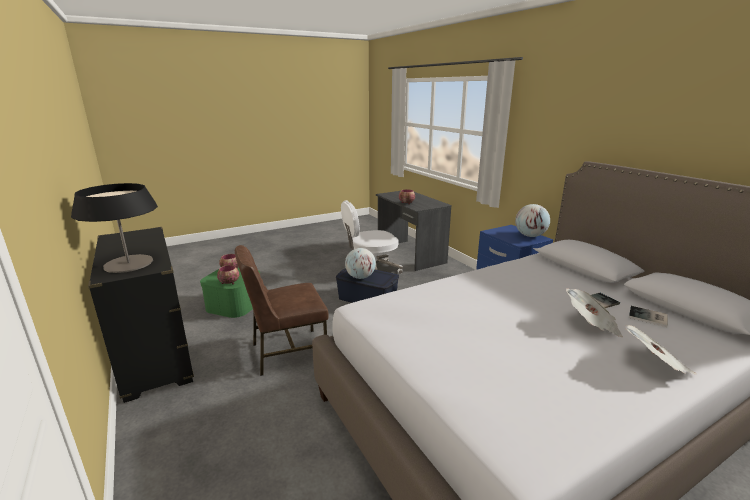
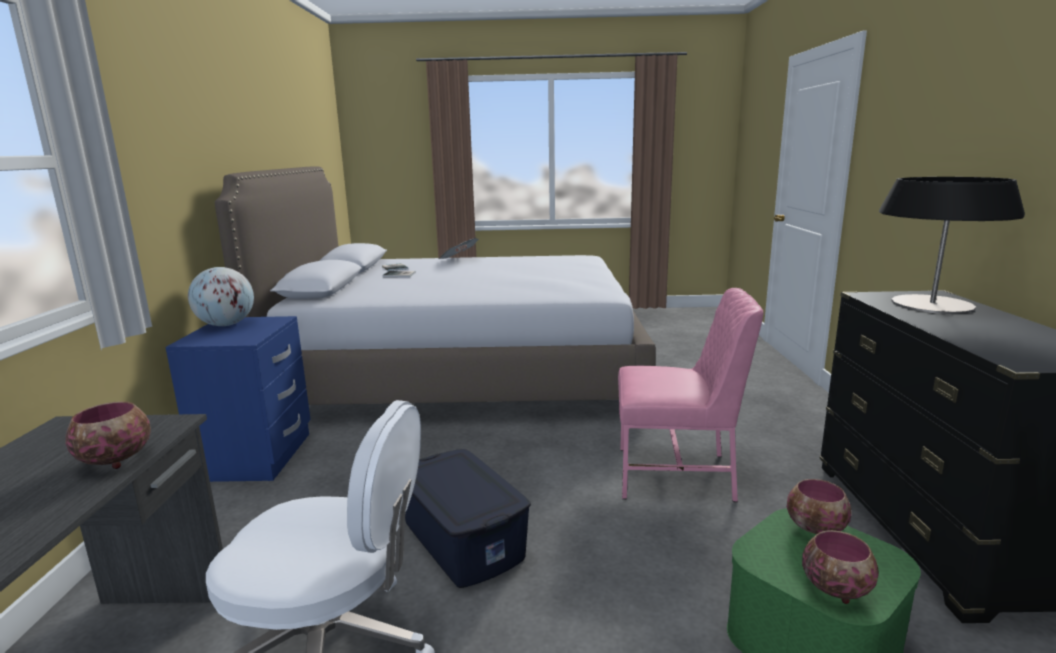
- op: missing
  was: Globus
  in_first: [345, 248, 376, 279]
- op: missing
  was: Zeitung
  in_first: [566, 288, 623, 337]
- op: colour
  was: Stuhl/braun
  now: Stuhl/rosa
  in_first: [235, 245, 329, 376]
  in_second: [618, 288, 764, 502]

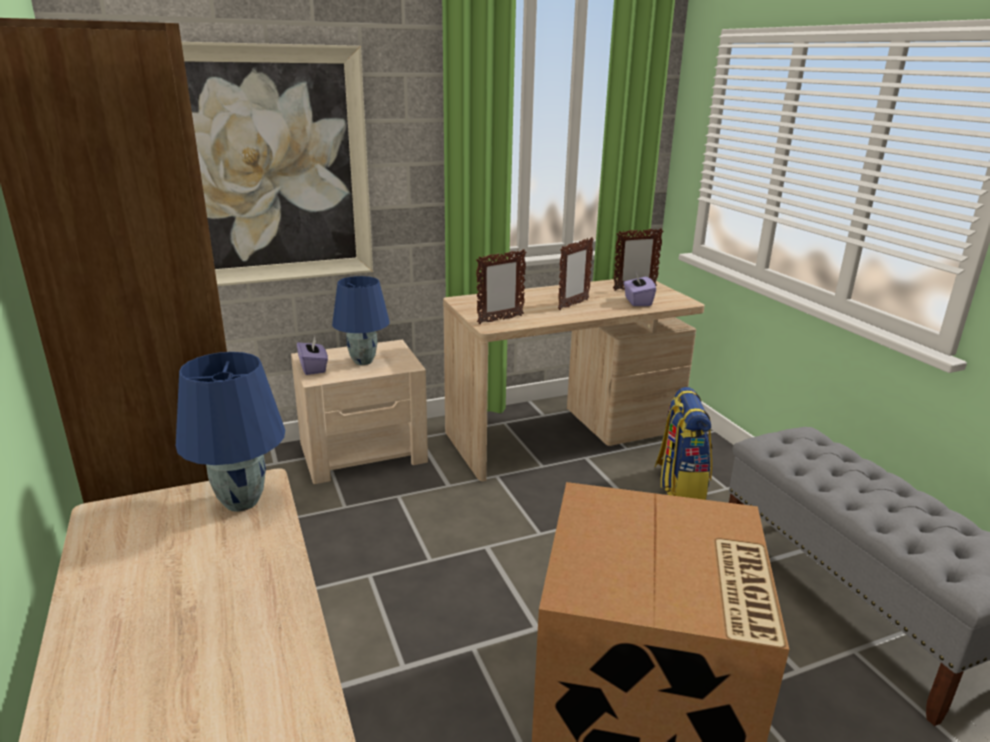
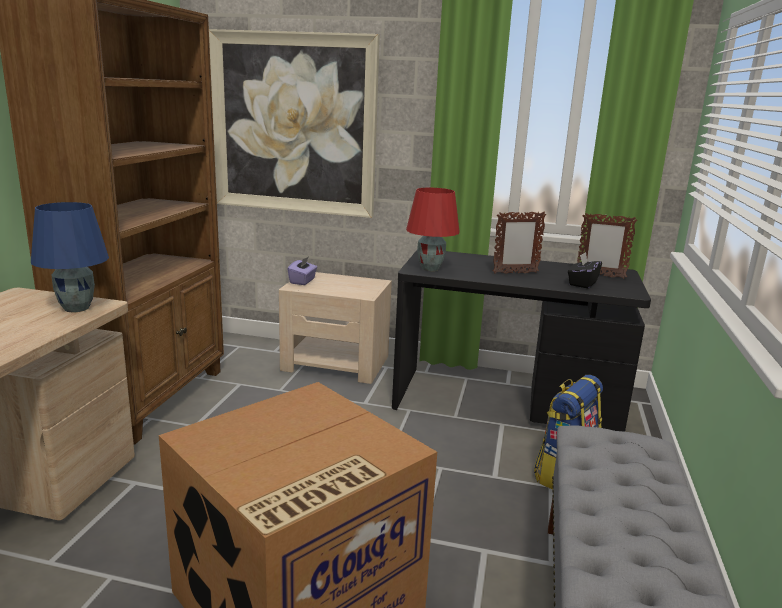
- op: missing
  was: Tischlampe/blau
  in_first: [332, 276, 389, 365]
- op: exchanged
  was: Bilderrahmen
  now: Tischlampe/rot
  in_first: [476, 249, 526, 324]
  in_second: [406, 187, 460, 271]
- op: colour
  was: Schreibtisch/beige
  now: Schreibtisch/schwarz
  in_first: [443, 279, 705, 481]
  in_second: [392, 250, 651, 432]
- op: colour
  was: Taschentuchbox/lila
  now: Taschentuchbox/schwarz
  in_first: [623, 271, 656, 306]
  in_second: [568, 252, 602, 288]

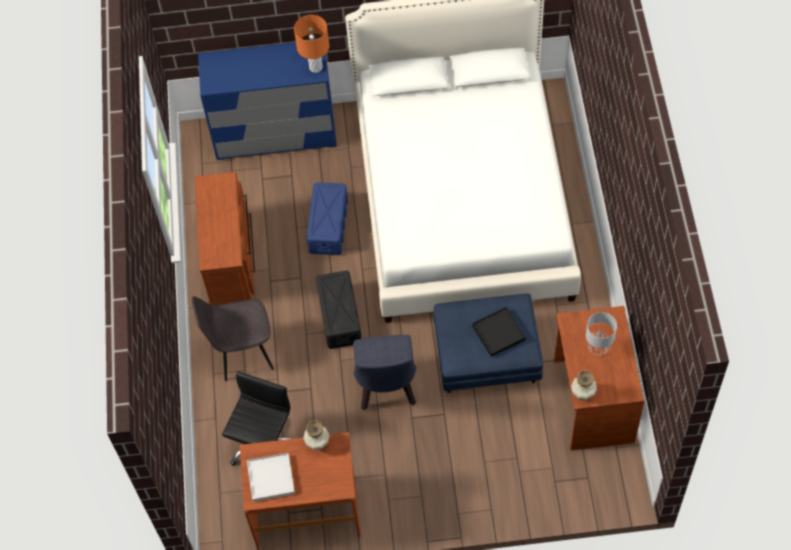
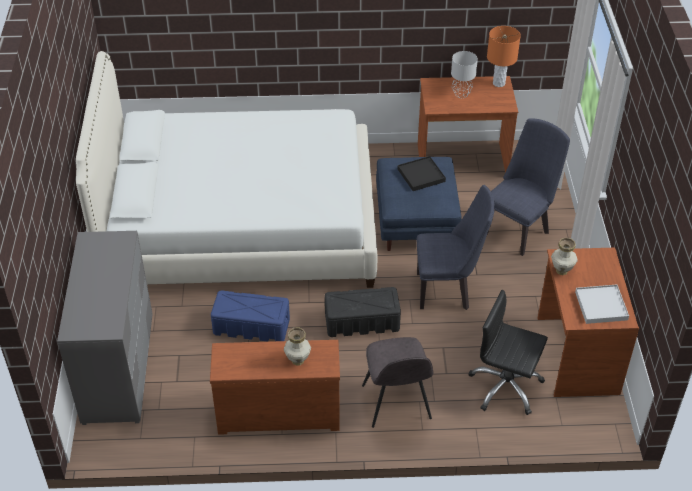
- op: appeared
  now: Stuhl/blau
  in_second: [487, 118, 570, 256]
- op: relocated
  was: Tischlampe/orange
  in_first: [294, 15, 329, 73]
  in_second: [487, 26, 521, 87]
- op: relocated
  was: Vase
  in_first: [571, 370, 597, 400]
  in_second: [284, 327, 311, 366]
- op: colour
  was: Kommode/blau
  now: Kommode/grau
  in_first: [198, 42, 337, 160]
  in_second: [57, 231, 153, 425]

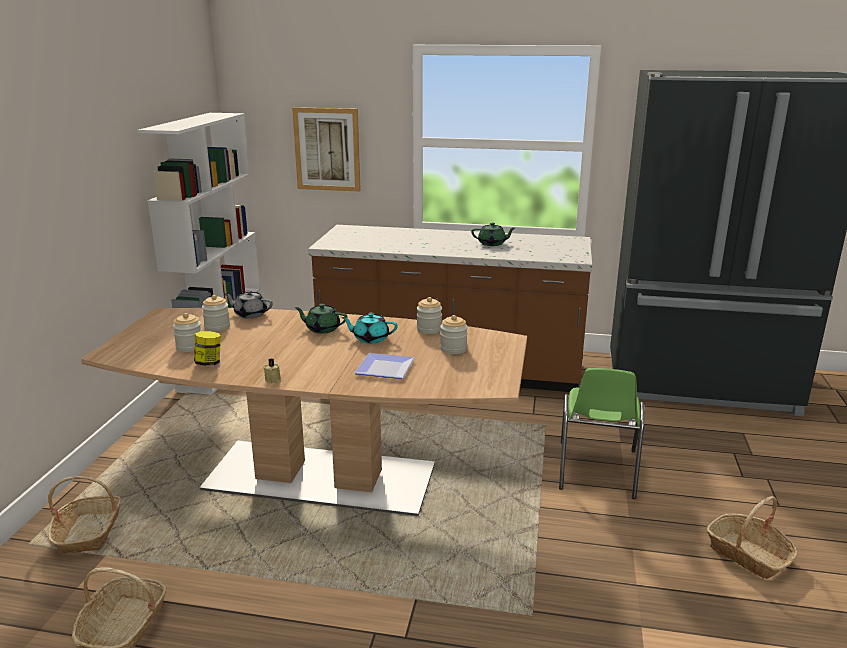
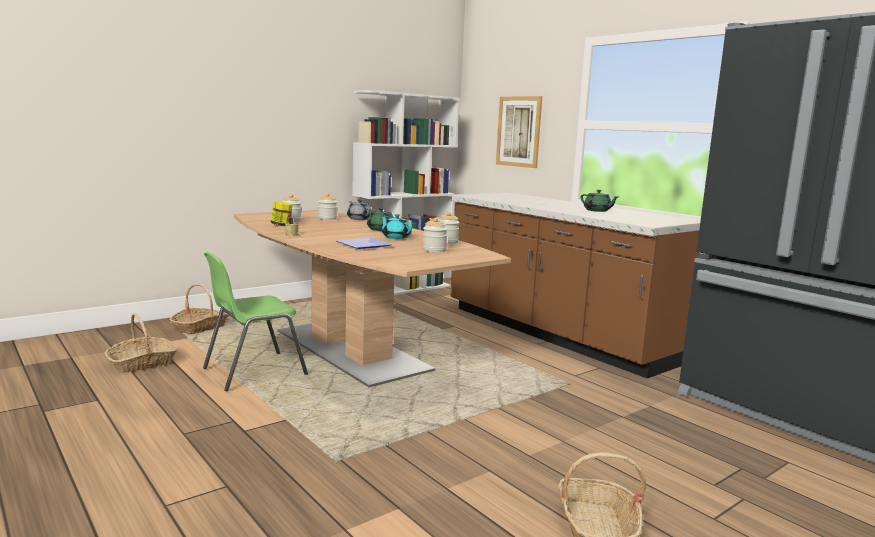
- op: relocated
  was: Stuhl/grün
  in_first: [559, 368, 645, 499]
  in_second: [203, 252, 308, 391]

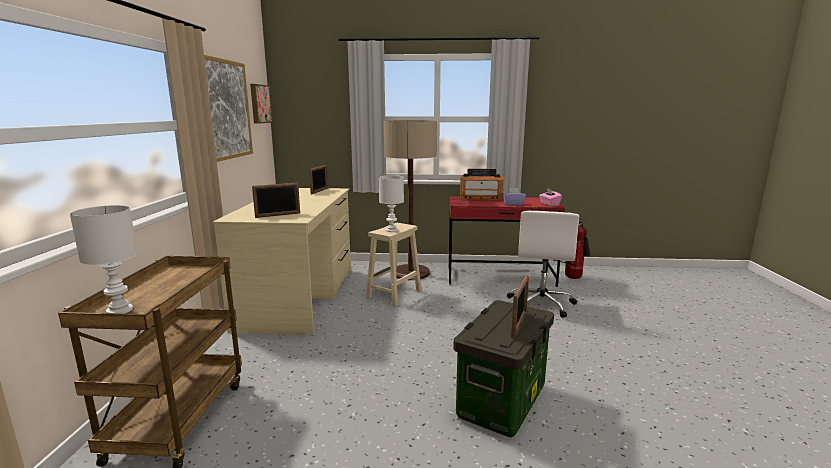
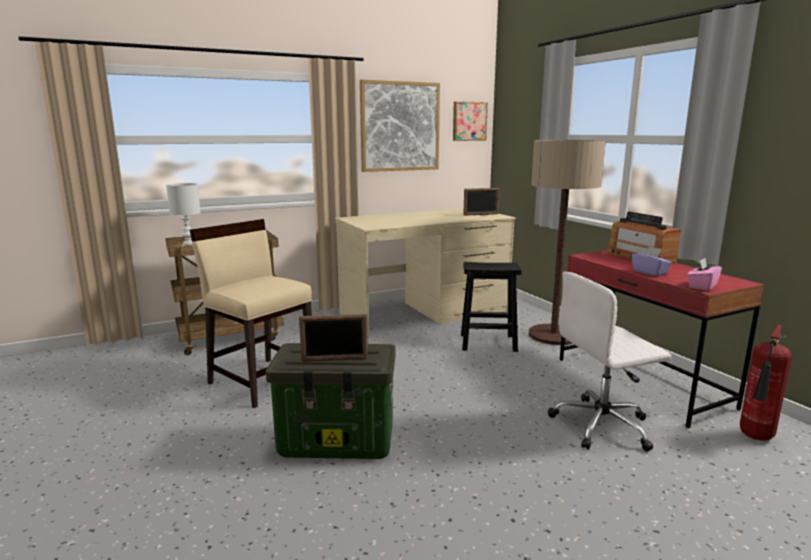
- op: missing
  was: Bilderrahmen
  in_first: [252, 183, 300, 218]
- op: missing
  was: Tischlampe/weiß
  in_first: [378, 175, 404, 232]
- op: appeared
  now: Stuhl/beige
  in_second: [190, 219, 312, 408]
- op: colour
  was: Hocker/beige
  now: Hocker/schwarz
  in_first: [366, 223, 422, 307]
  in_second: [461, 262, 522, 352]

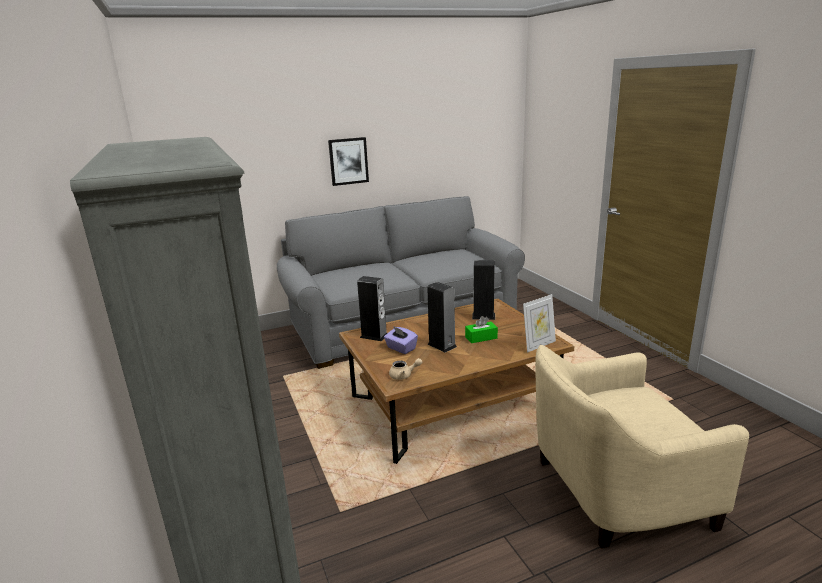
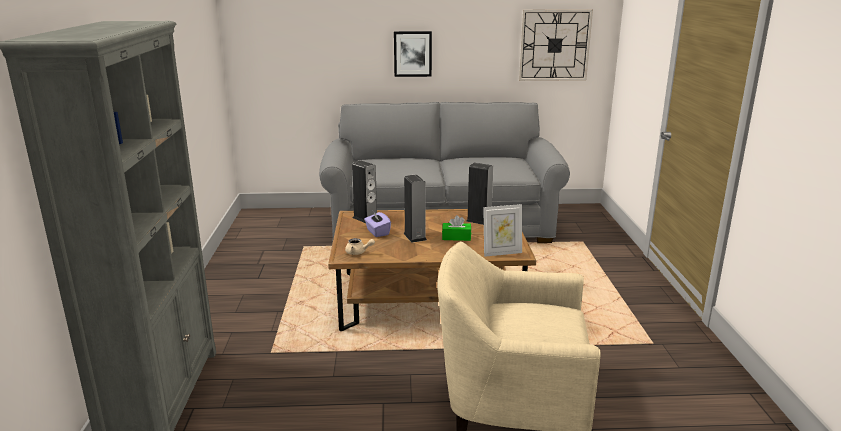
- op: appeared
  now: Wanduhr
  in_second: [519, 9, 593, 81]

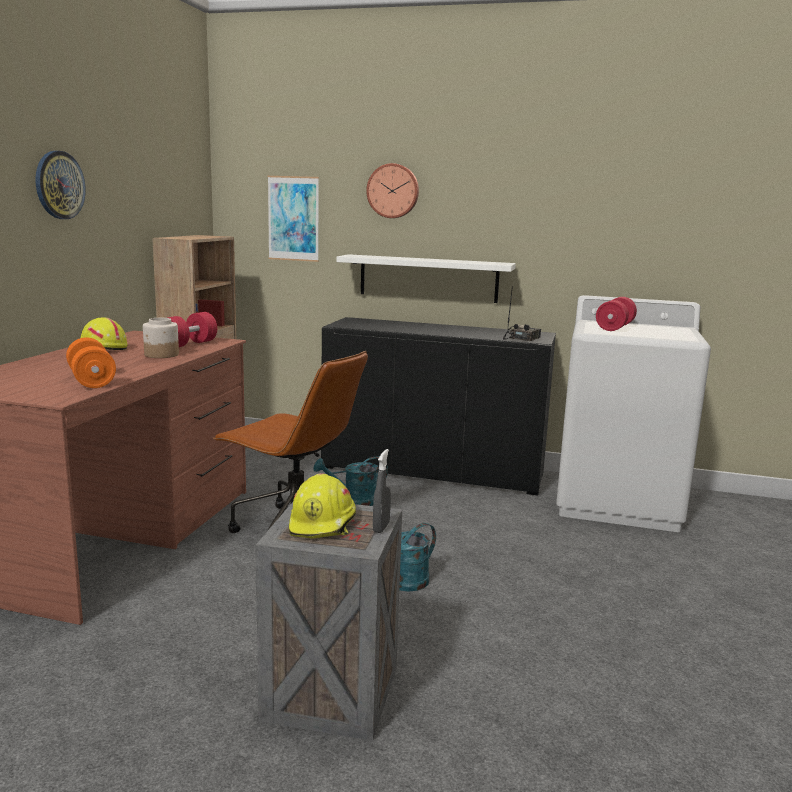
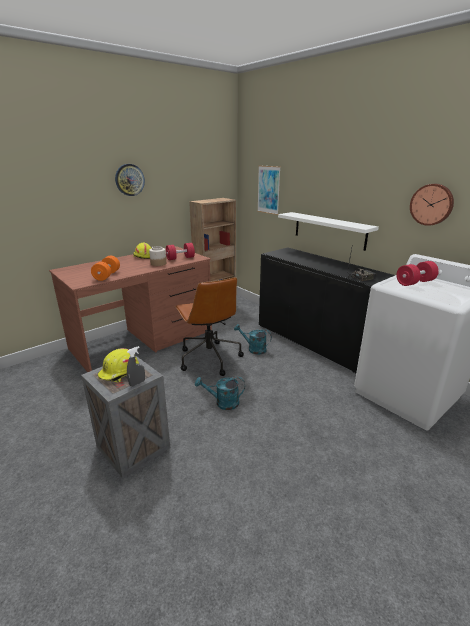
- op: relocated
  was: Wanduhr
  in_first: [366, 163, 419, 218]
  in_second: [410, 184, 454, 226]

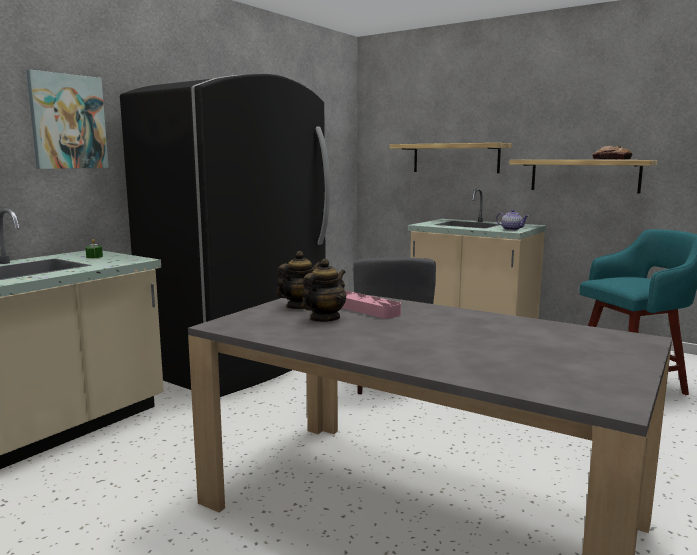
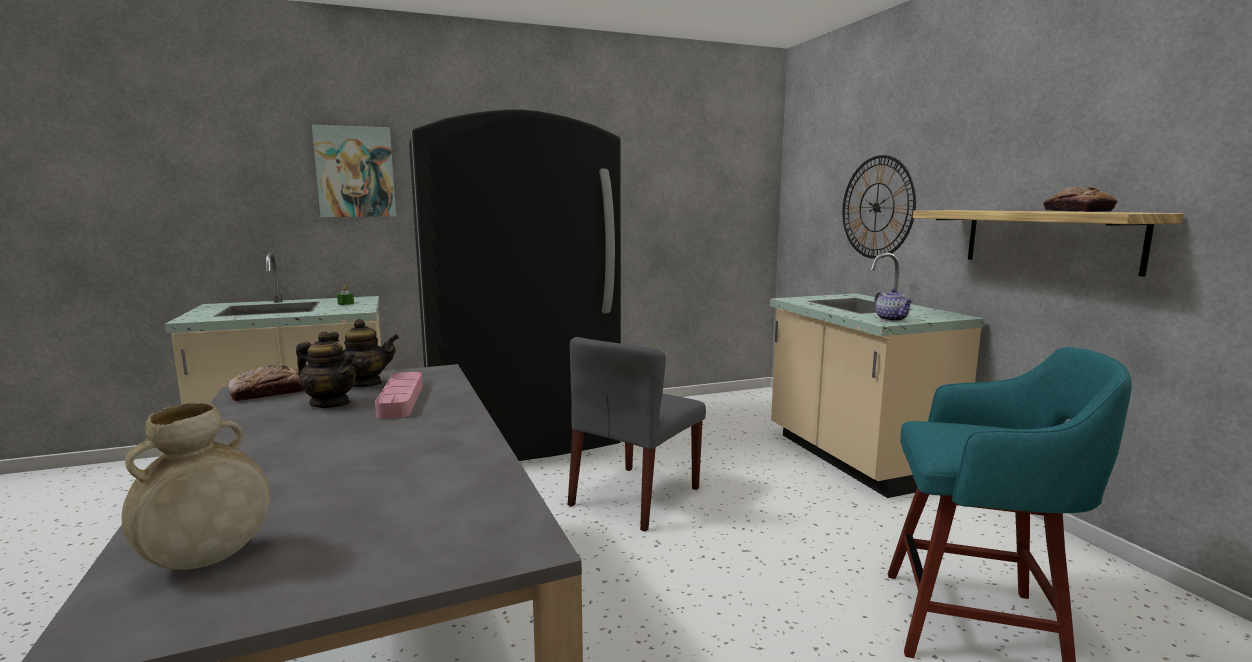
- op: appeared
  now: Vase/beige
  in_second: [122, 403, 270, 570]
- op: appeared
  now: Brot
  in_second: [227, 365, 304, 401]
- op: exchanged
  was: Wandregal
  now: Wanduhr
  in_first: [390, 143, 512, 173]
  in_second: [842, 155, 916, 259]
- op: spun
  was: Teekanne
  in_first: [302, 259, 346, 322]
  in_second: [296, 331, 356, 408]
  clockwise: 45

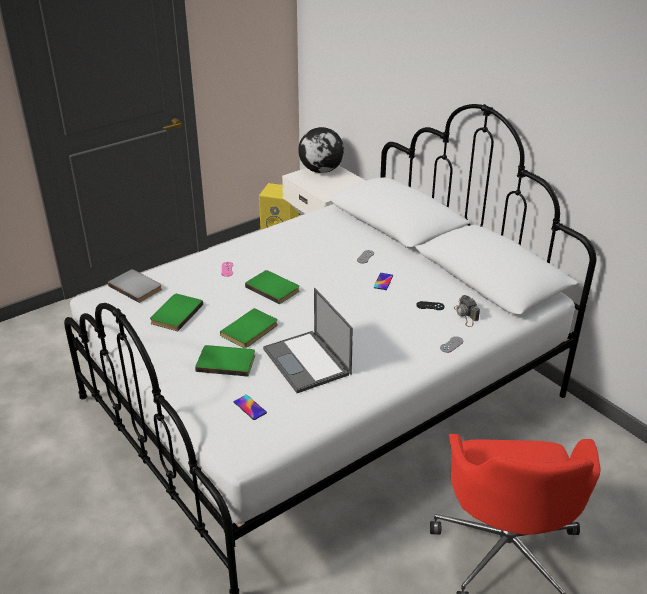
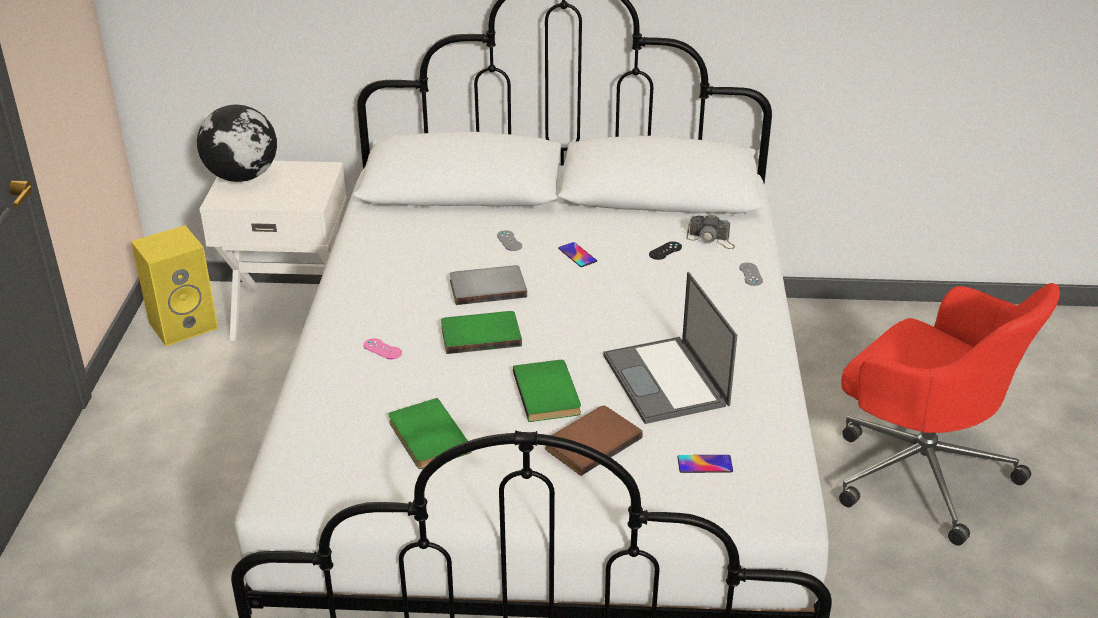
- op: relocated
  was: Buch/grau
  in_first: [108, 269, 162, 303]
  in_second: [450, 265, 527, 305]
- op: colour
  was: Buch/grün
  now: Buch/braun
  in_first: [195, 345, 255, 377]
  in_second: [545, 406, 643, 476]
- op: spun
  was: Laptop
  in_first: [263, 288, 353, 393]
  in_second: [603, 272, 737, 424]
  clockwise: 60

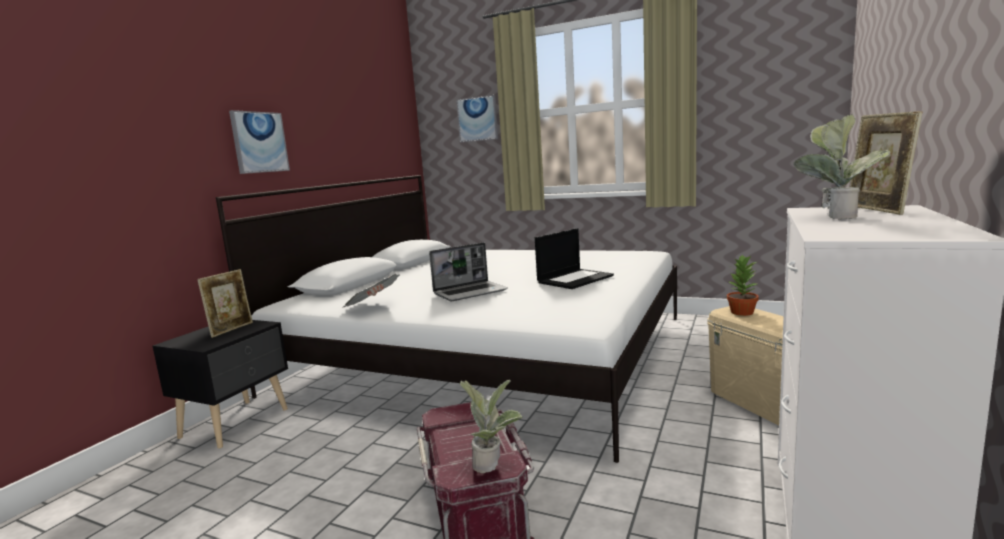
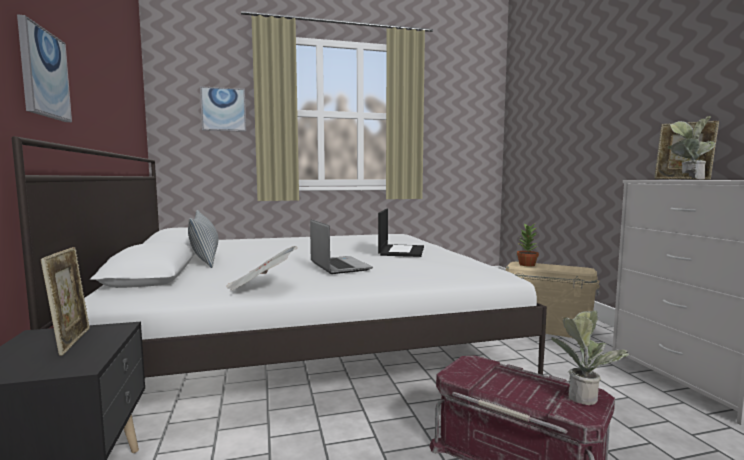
- op: appeared
  now: Kissen
  in_second: [188, 210, 218, 268]
- op: spun
  was: Laptop
  in_first: [429, 242, 508, 301]
  in_second: [310, 219, 373, 274]
  clockwise: -45

